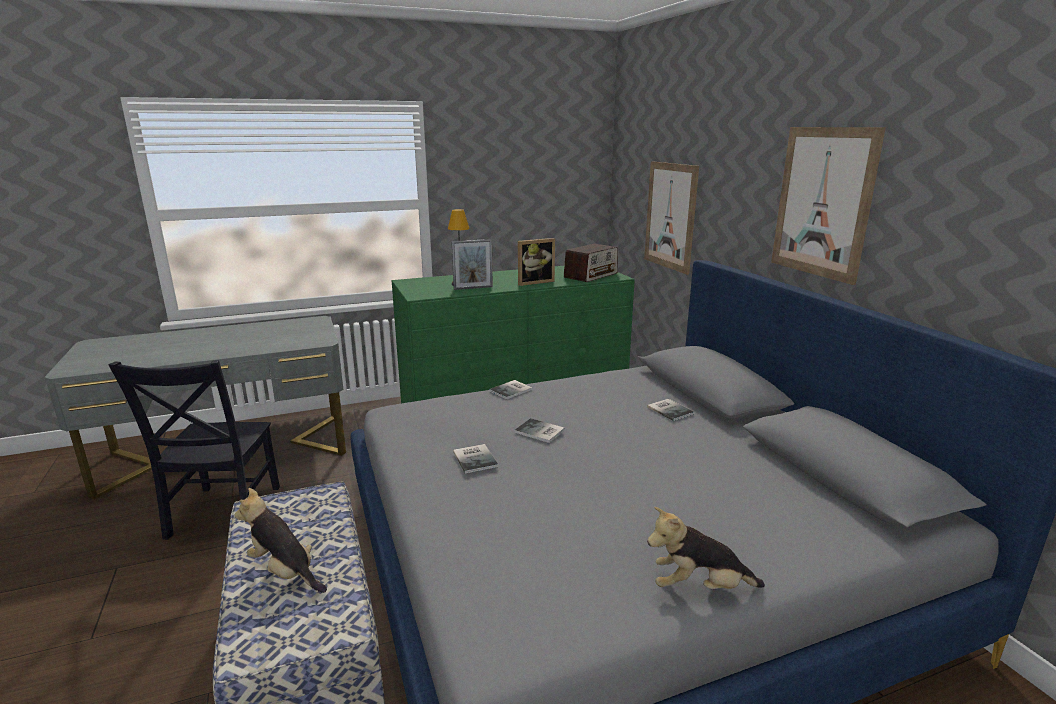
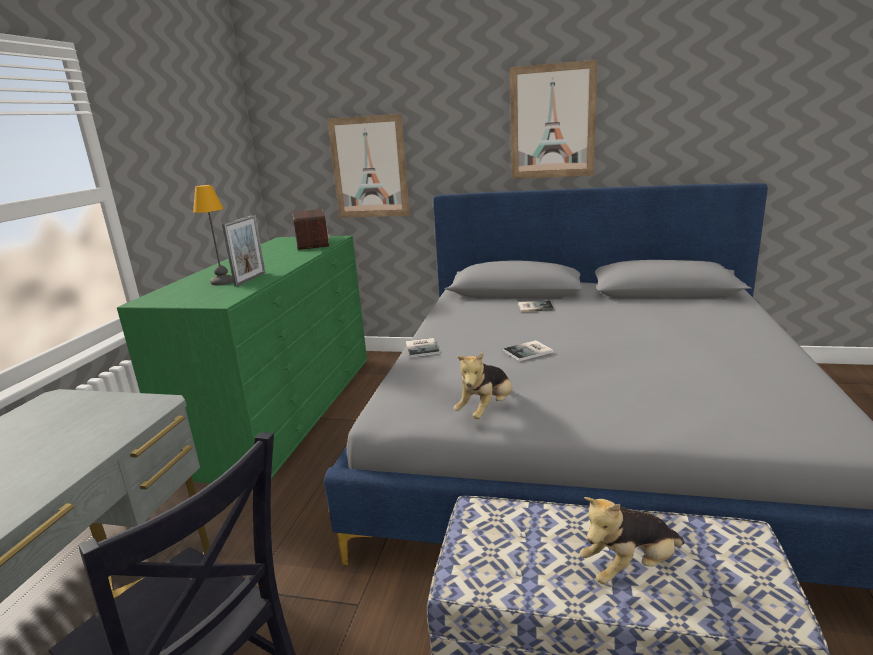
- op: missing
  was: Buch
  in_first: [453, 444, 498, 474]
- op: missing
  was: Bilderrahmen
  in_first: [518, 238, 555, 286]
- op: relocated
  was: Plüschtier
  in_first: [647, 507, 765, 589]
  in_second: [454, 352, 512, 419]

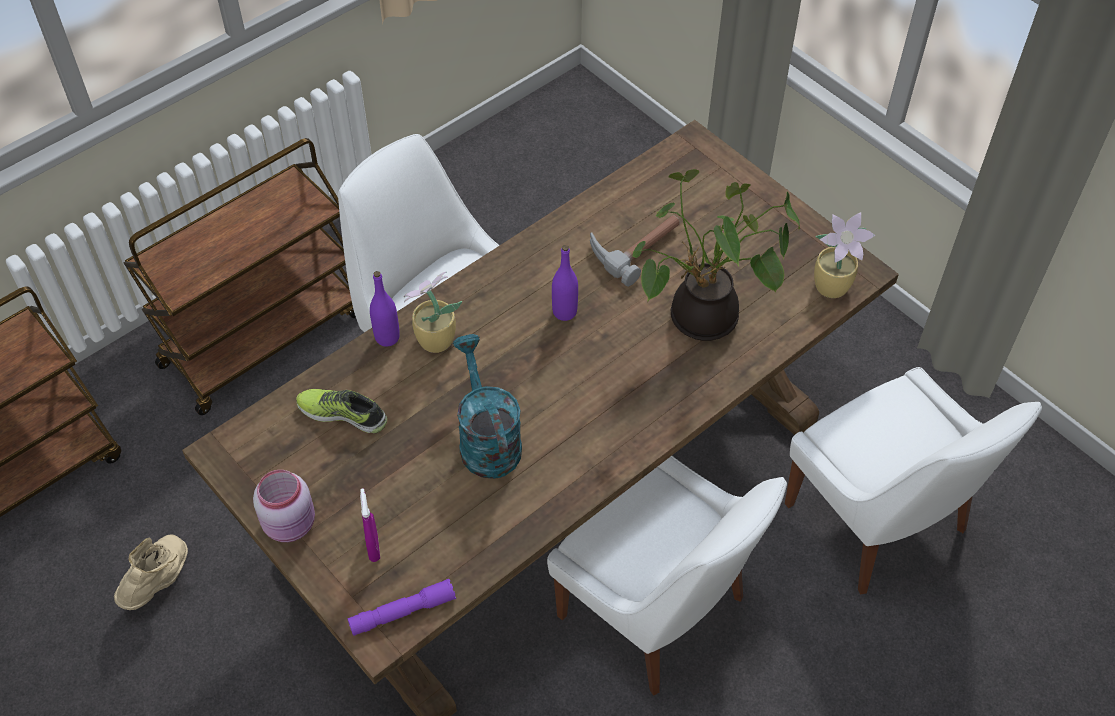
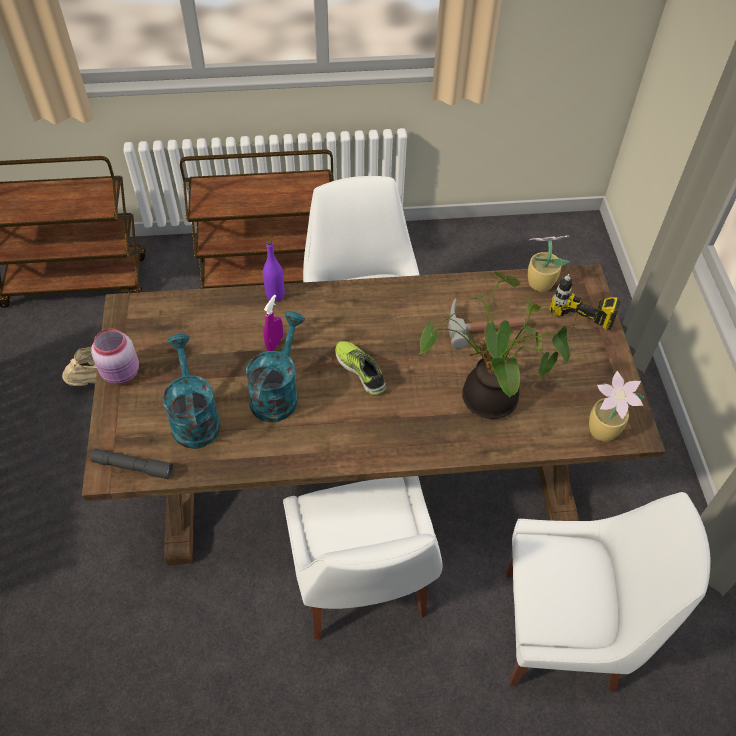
- op: missing
  was: Flasche/lila
  in_first: [552, 245, 578, 321]
- op: appeared
  now: Gießkanne/türkis
  in_second: [163, 333, 221, 449]
- op: appeared
  now: Bohrmaschine
  in_second: [549, 274, 621, 337]
- op: relocated
  was: Schuh
  in_first: [296, 389, 387, 433]
  in_second: [335, 341, 386, 396]
- op: relocated
  was: Sprühflasche/lila
  in_first: [360, 488, 380, 562]
  in_second: [264, 295, 283, 351]
- op: relocated
  was: Topfpflanze
  in_first: [404, 272, 462, 353]
  in_second: [528, 235, 570, 292]
- op: colour
  was: Taschenlampe/lila
  now: Taschenlampe/grau
  in_first: [348, 579, 456, 636]
  in_second: [90, 449, 173, 479]
- op: spun
  was: Stuhl/weiß
  in_first: [785, 367, 1042, 595]
  in_second: [506, 492, 711, 692]
  clockwise: -90

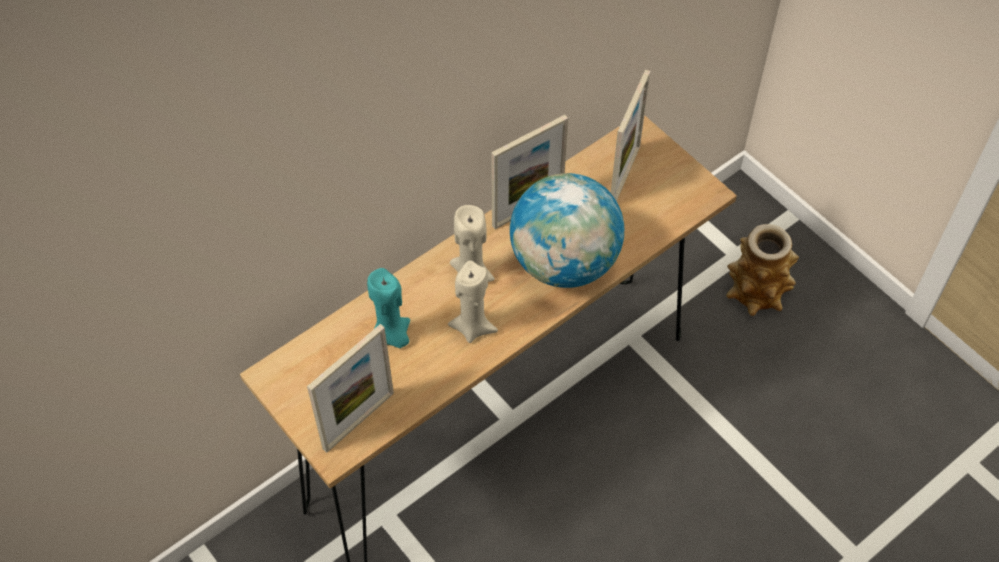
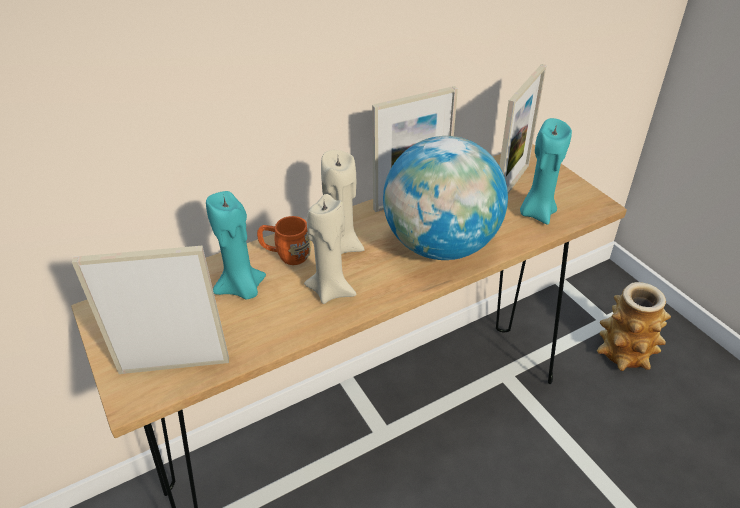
- op: appeared
  now: Henkelbecher/orange
  in_second: [257, 216, 312, 265]
- op: appeared
  now: Kerze/türkis
  in_second: [520, 118, 572, 225]
- op: spun
  was: Bilderrahmen
  in_first: [307, 324, 394, 453]
  in_second: [72, 246, 229, 374]
  clockwise: -150

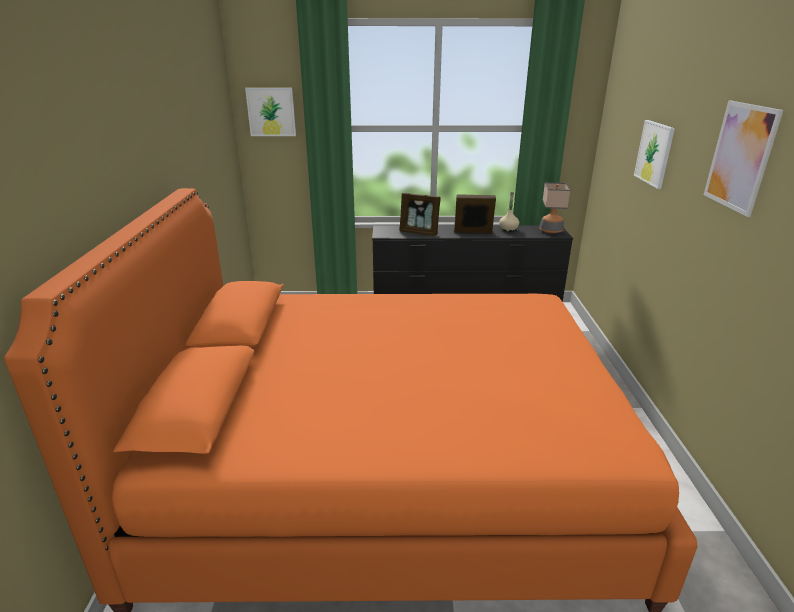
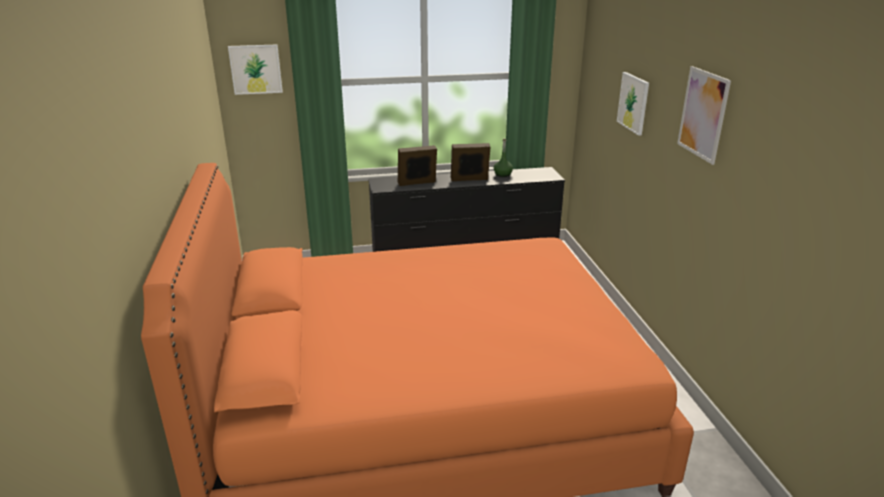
- op: missing
  was: Tischlampe
  in_first: [539, 182, 570, 234]
- op: colour
  was: Flasche/beige
  now: Flasche/grün
  in_first: [499, 192, 519, 232]
  in_second: [494, 139, 513, 177]
- op: spun
  was: Bilderrahmen
  in_first: [399, 193, 441, 236]
  in_second: [398, 145, 437, 186]
  clockwise: 150

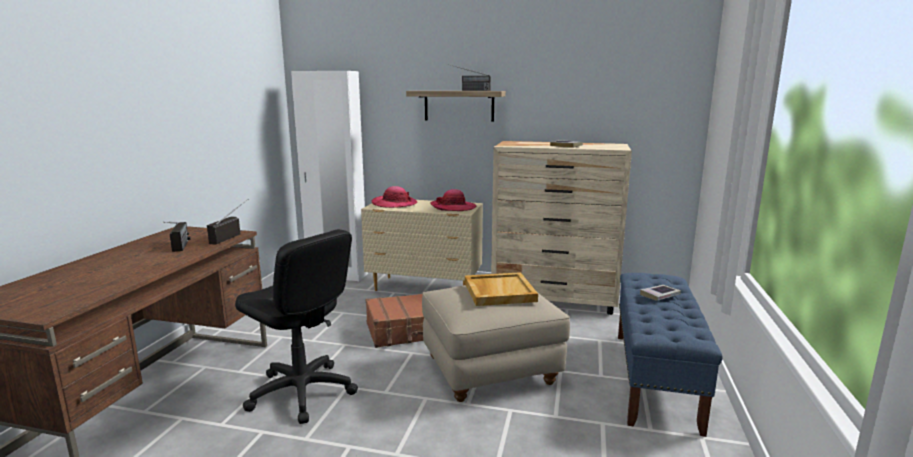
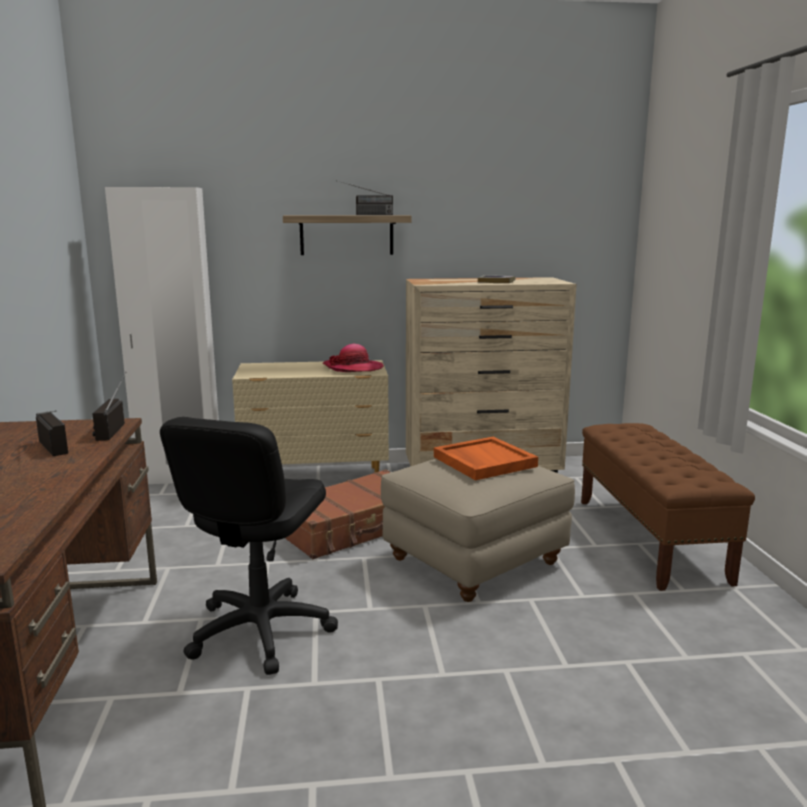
- op: missing
  was: Hut
  in_first: [372, 186, 417, 208]
- op: missing
  was: Buch
  in_first: [640, 285, 681, 301]
- op: colour
  was: Tablett/beige
  now: Tablett/orange
  in_first: [465, 272, 538, 306]
  in_second: [434, 437, 538, 481]
- op: colour
  was: Bank/blau
  now: Bank/braun
  in_first: [618, 273, 723, 437]
  in_second: [581, 423, 755, 591]
- op: spun
  was: Bürostuhl/schwarz
  in_first: [235, 230, 358, 424]
  in_second: [160, 417, 338, 675]
  clockwise: 90

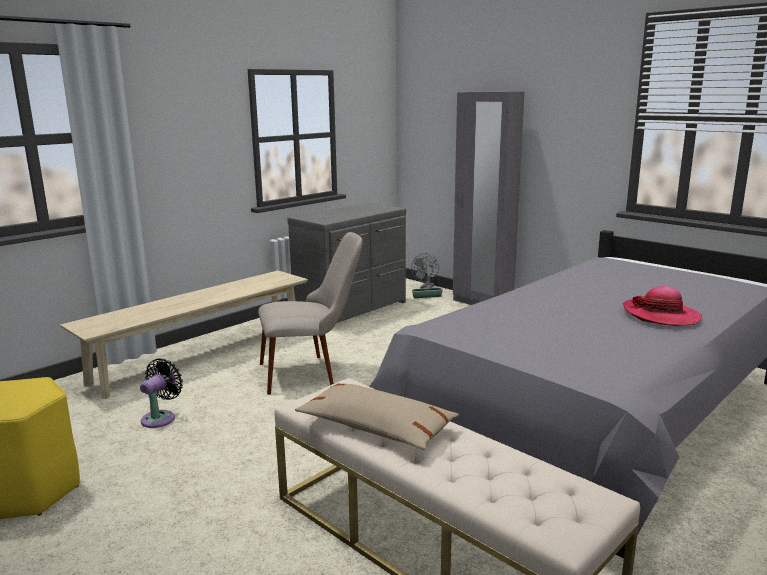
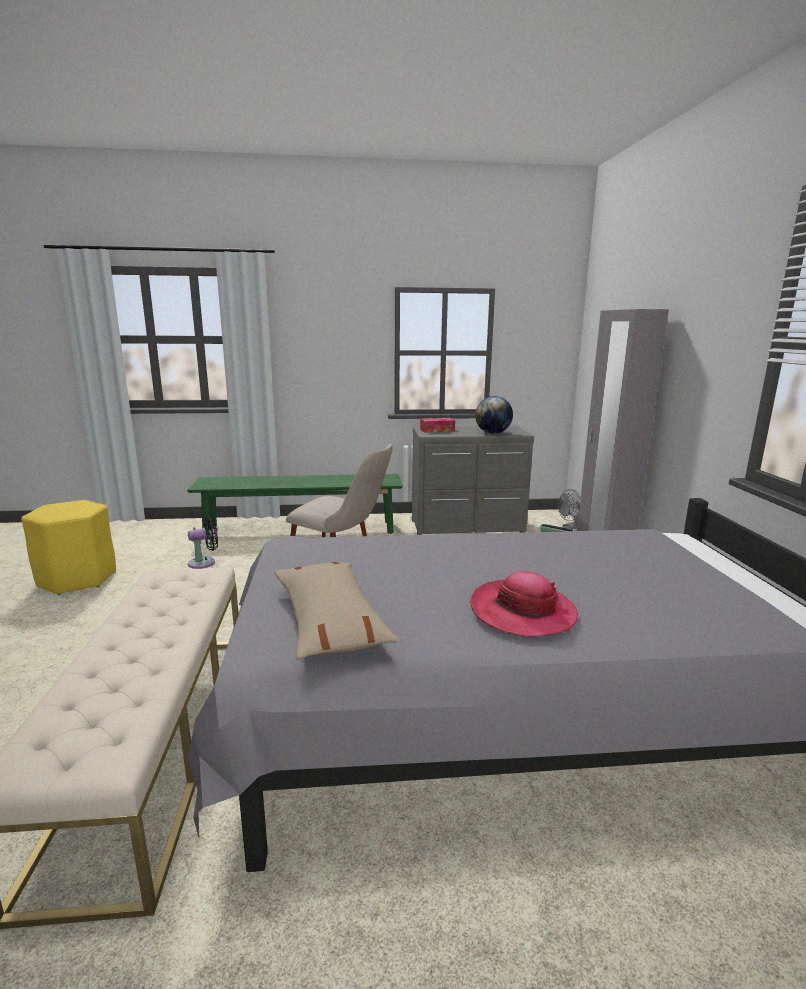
- op: appeared
  now: Taschentuchbox
  in_second: [420, 418, 455, 432]
- op: appeared
  now: Globus
  in_second: [475, 396, 513, 434]
- op: relocated
  was: Kissen/beige
  in_first: [295, 383, 459, 450]
  in_second: [274, 562, 399, 660]
- op: colour
  was: Bank/beige
  now: Bank/grün
  in_first: [60, 270, 308, 399]
  in_second: [187, 474, 403, 538]

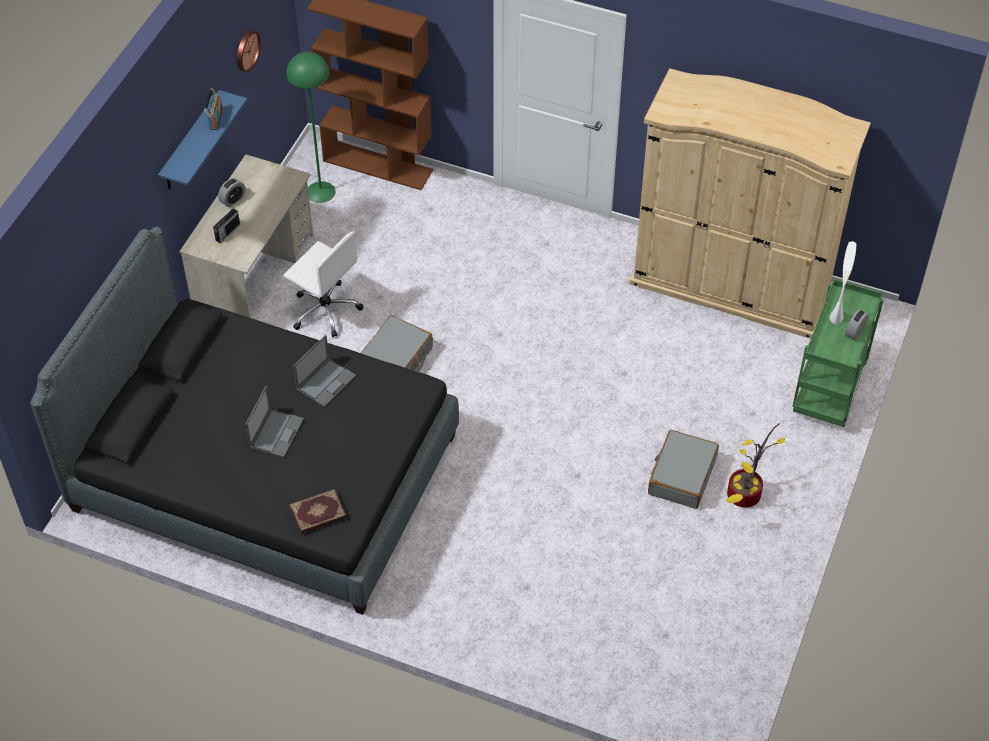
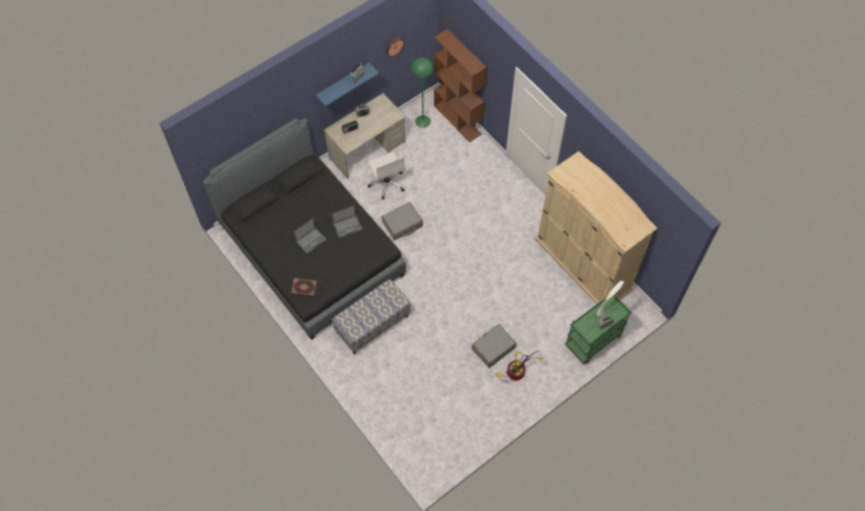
- op: appeared
  now: Bank
  in_second: [332, 279, 411, 354]

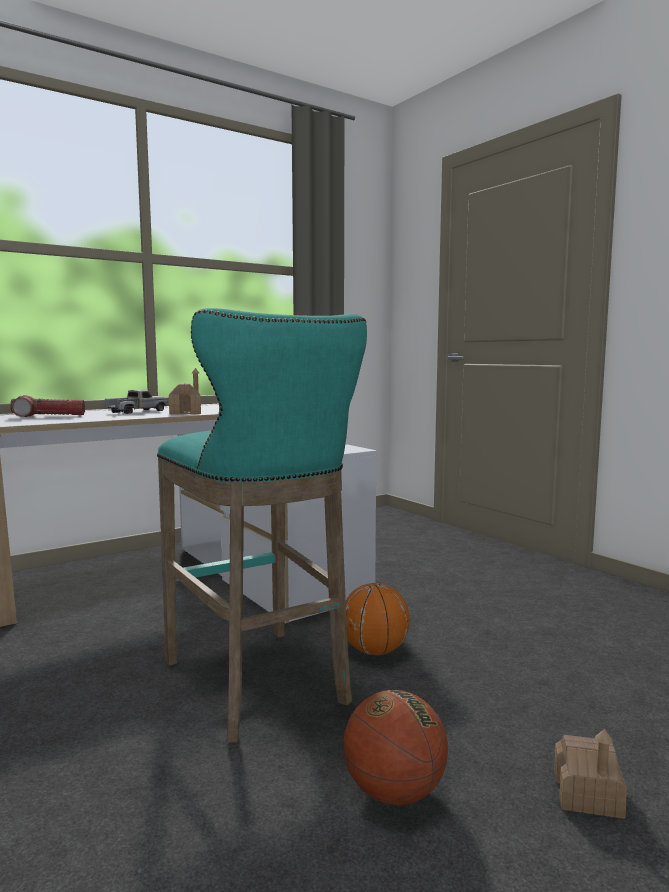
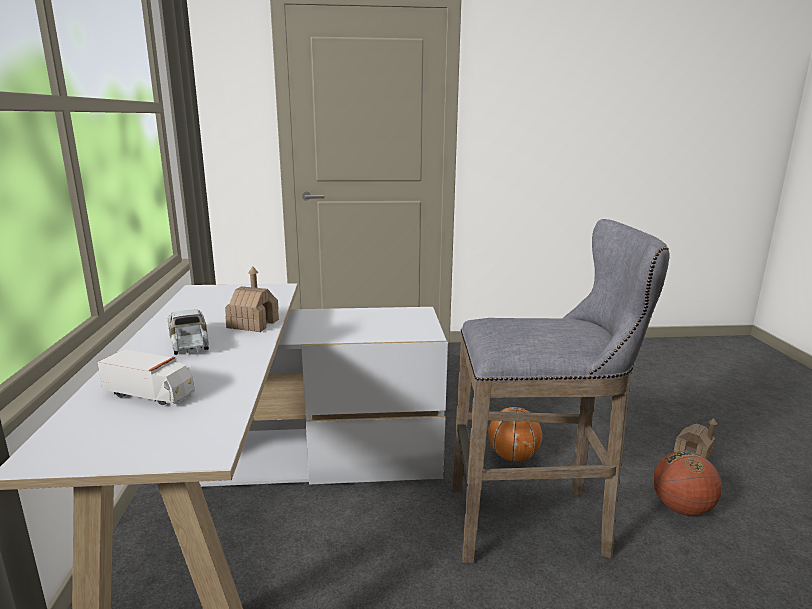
- op: exchanged
  was: Taschenlampe
  now: Spielzeuglaster
  in_first: [10, 395, 85, 417]
  in_second: [97, 349, 194, 405]
- op: colour
  was: Hocker/türkis
  now: Hocker/grau
  in_first: [157, 308, 367, 743]
  in_second: [452, 219, 669, 563]

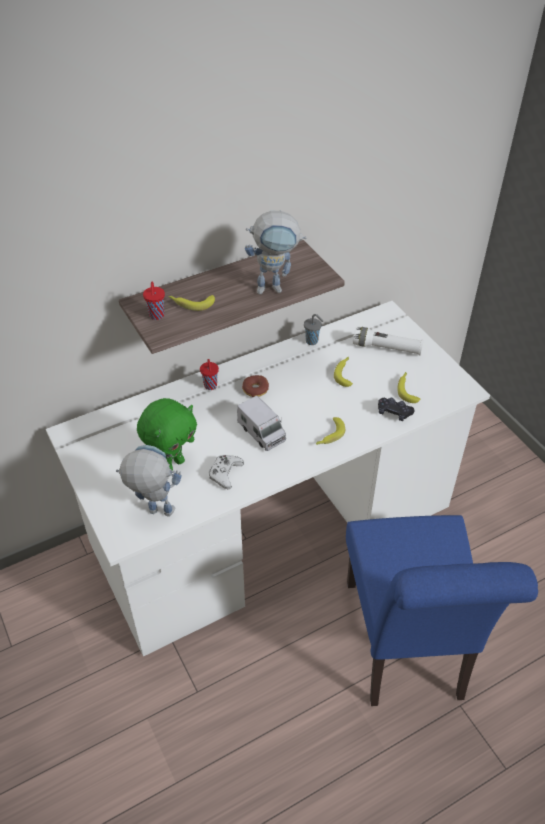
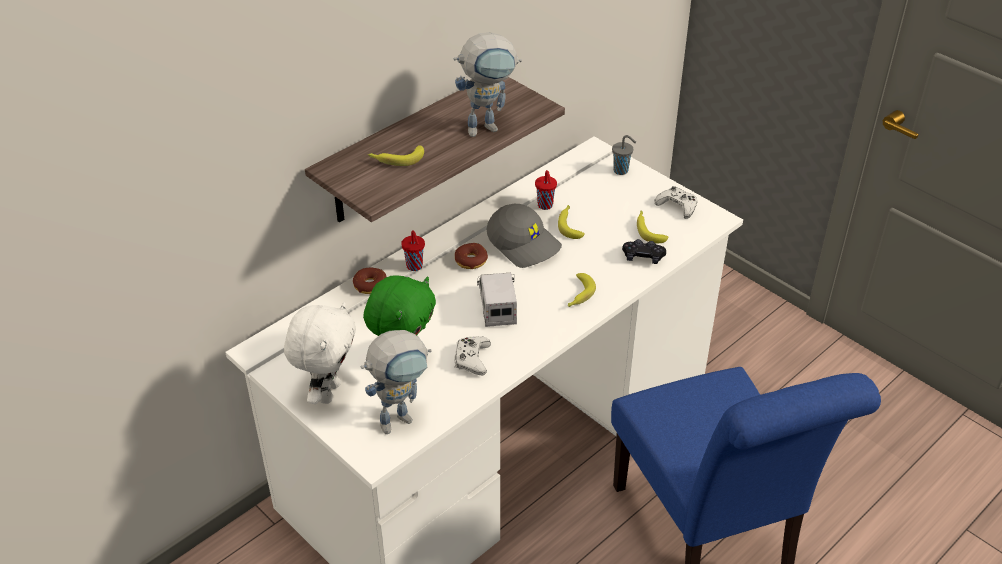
- op: missing
  was: Taschenlampe/weiß
  in_first: [353, 326, 424, 355]
- op: appeared
  now: Plüschtier/weiß
  in_second: [284, 302, 356, 404]
- op: appeared
  now: Donut
  in_second: [353, 268, 387, 294]
- op: appeared
  now: Kappe/grau
  in_second: [487, 204, 562, 268]
- op: appeared
  now: Gamepad/weiß
  in_second: [655, 186, 697, 219]
- op: relocated
  was: Tasse/rot
  in_first: [143, 282, 165, 320]
  in_second: [535, 170, 557, 210]
- op: relocated
  was: Tasse/grau
  in_first: [304, 314, 323, 345]
  in_second: [612, 135, 636, 175]
- op: spun
  was: Spielzeugroboter
  in_first: [116, 445, 182, 517]
  in_second: [361, 330, 431, 434]
  clockwise: 150
- op: spun
  was: Spielzeuglaster
  in_first: [237, 396, 286, 451]
  in_second: [477, 273, 517, 327]
  clockwise: -135

